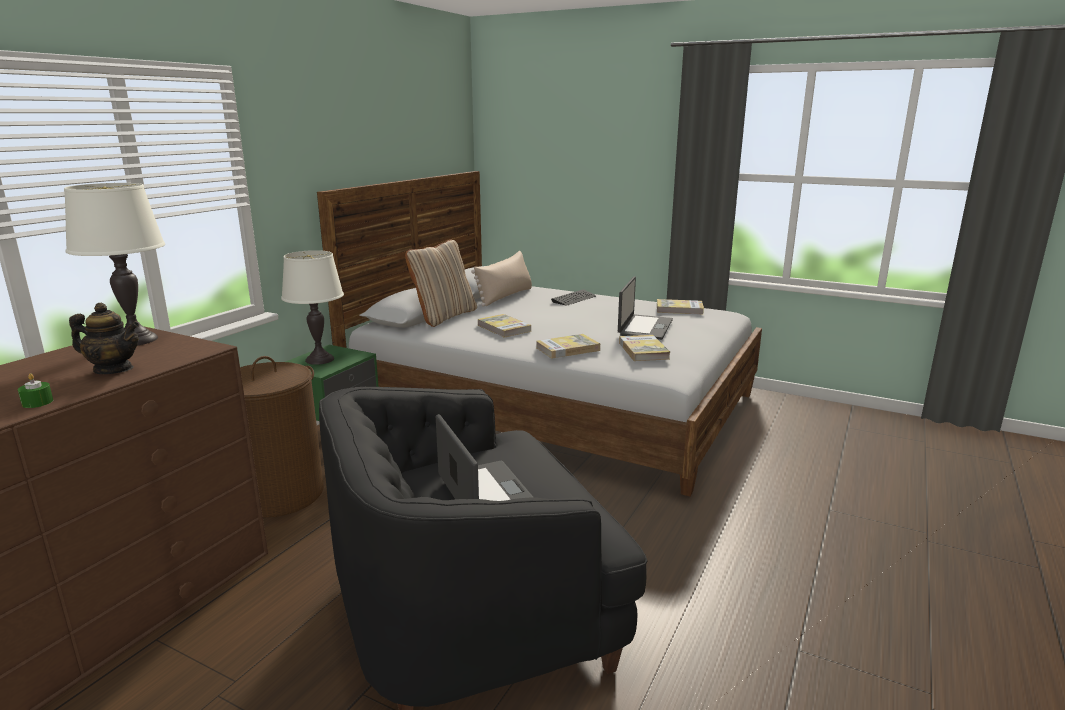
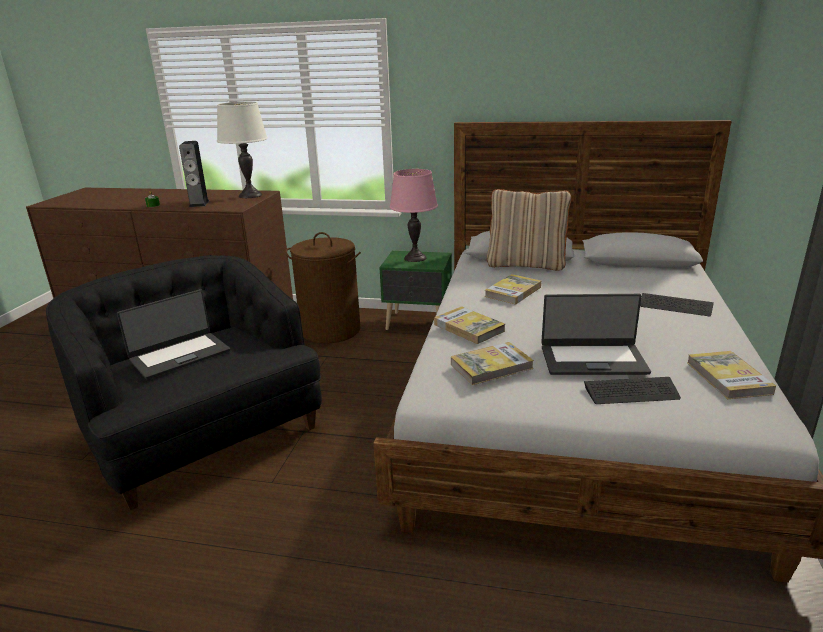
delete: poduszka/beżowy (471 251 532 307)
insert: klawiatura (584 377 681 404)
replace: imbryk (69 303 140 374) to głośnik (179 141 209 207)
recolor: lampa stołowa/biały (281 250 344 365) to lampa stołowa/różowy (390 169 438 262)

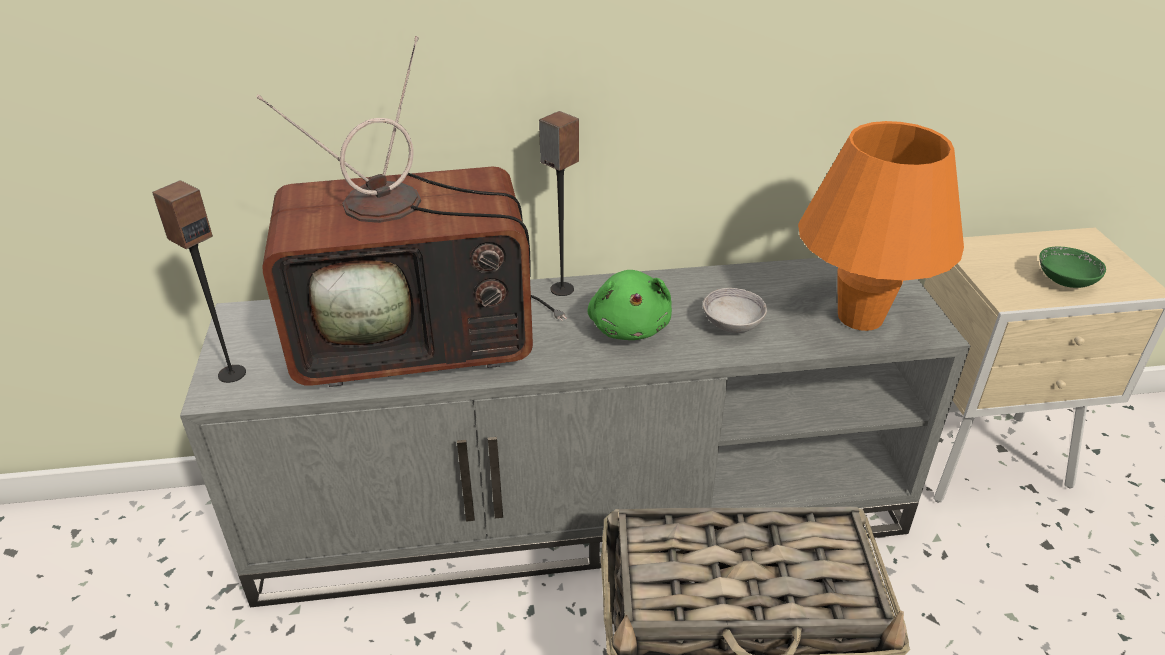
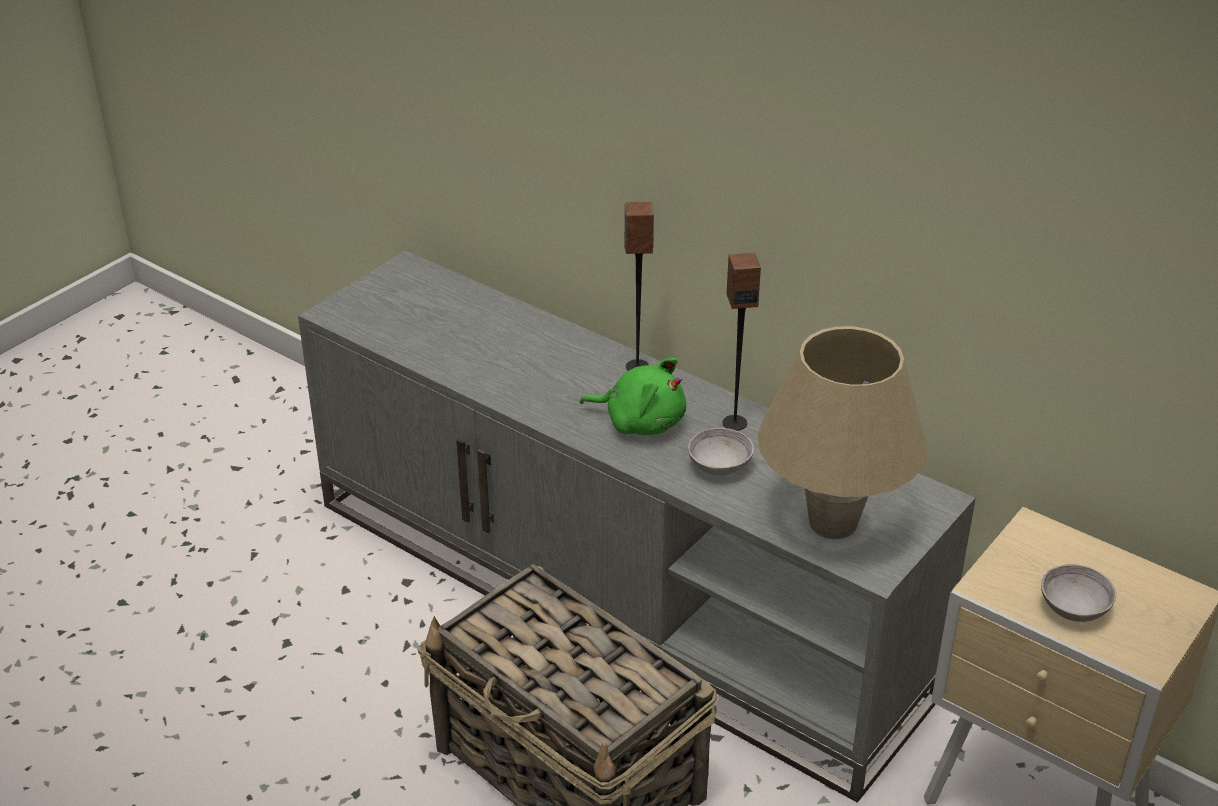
delete: telewizor (256 36 567 387)
move: głośnik (152 180 246 383) to (723 253 761 431)
recolor: lampa stołowa/pomarańczowy (798 121 964 331) to lampa stołowa/beżowy (757 326 928 539); miska/zielony (1040 247 1106 288) to miska/szary (1041 564 1116 622)
rotate: pluszak/zielony (587 270 672 340) = (580 358 686 435) 105 degrees counterclockwise

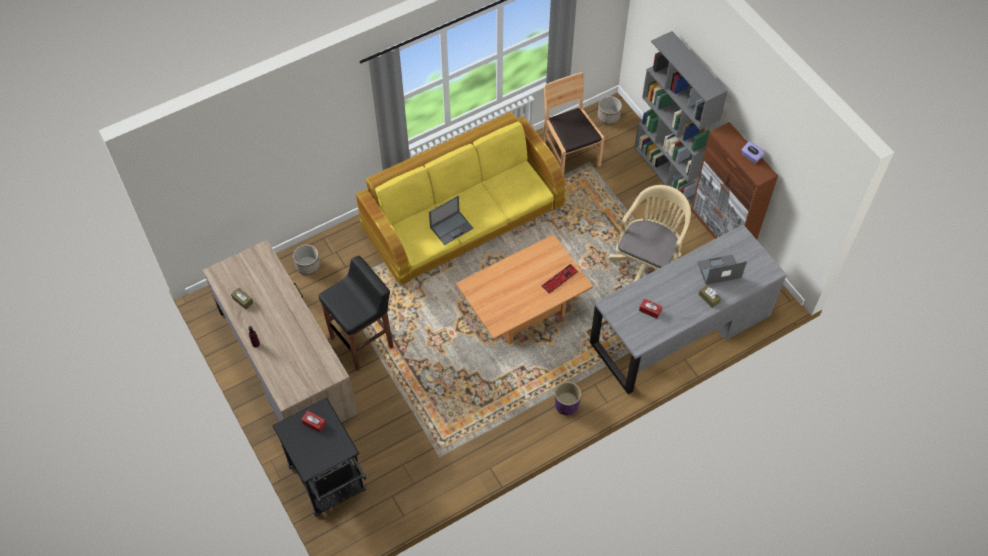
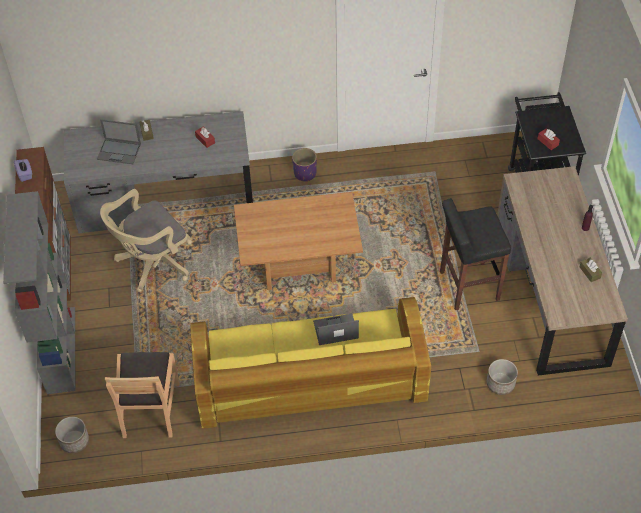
delete: klawiatura (541 264 578 293)

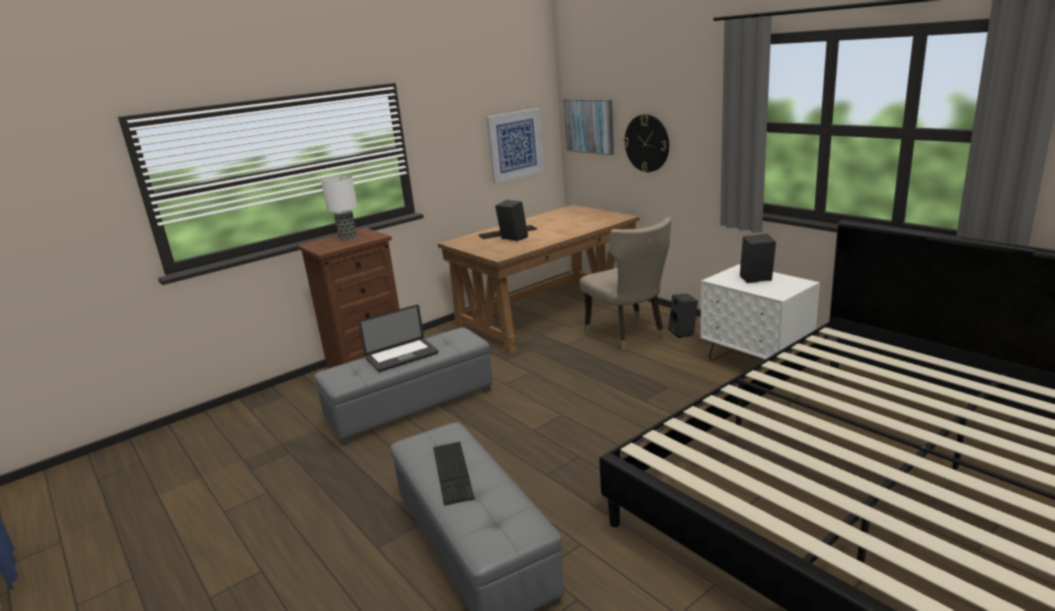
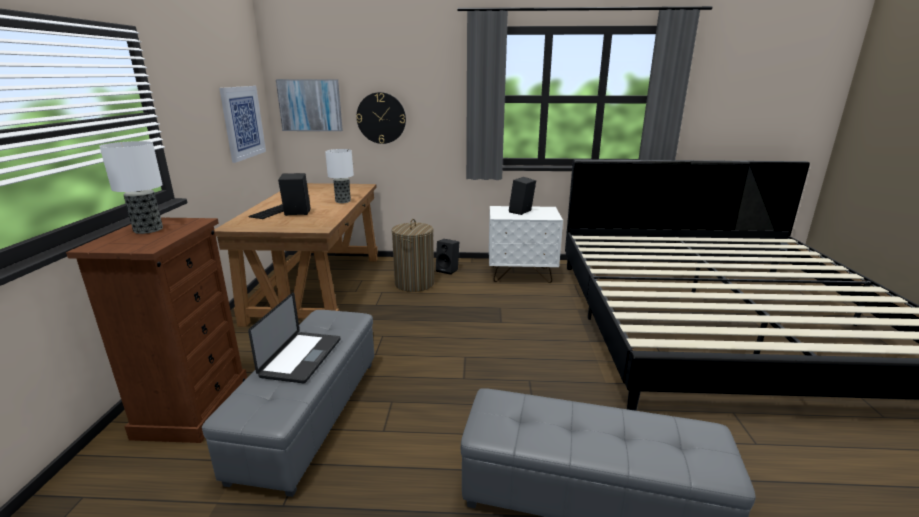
delete: klawiatura (433 442 475 506)
insert: lampa stołowa (325 149 354 203)
replace: krzesło/beżowy (580 217 671 351) to kosz na pranie (392 219 434 292)

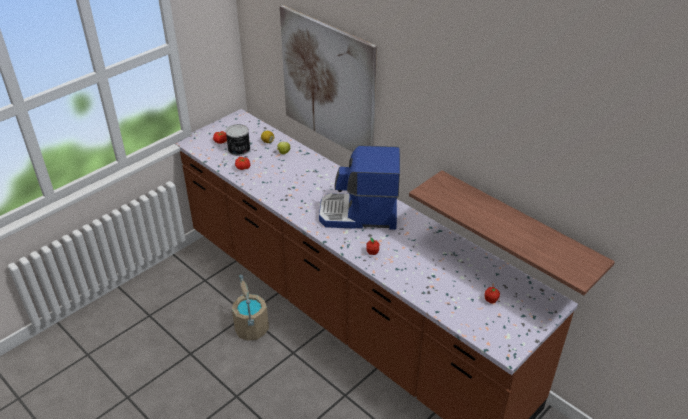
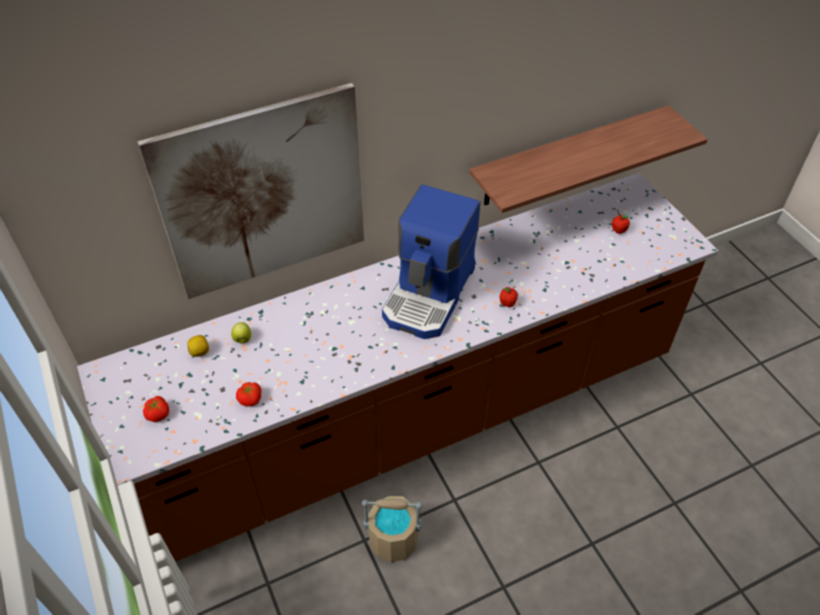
delete: puszka (226 124 251 156)

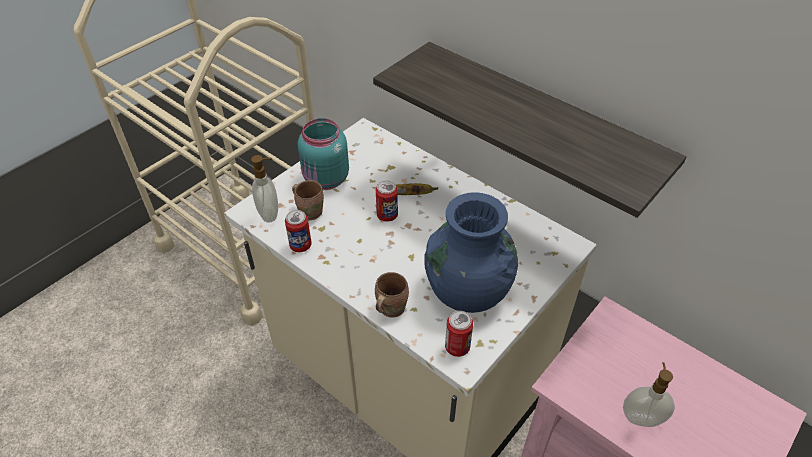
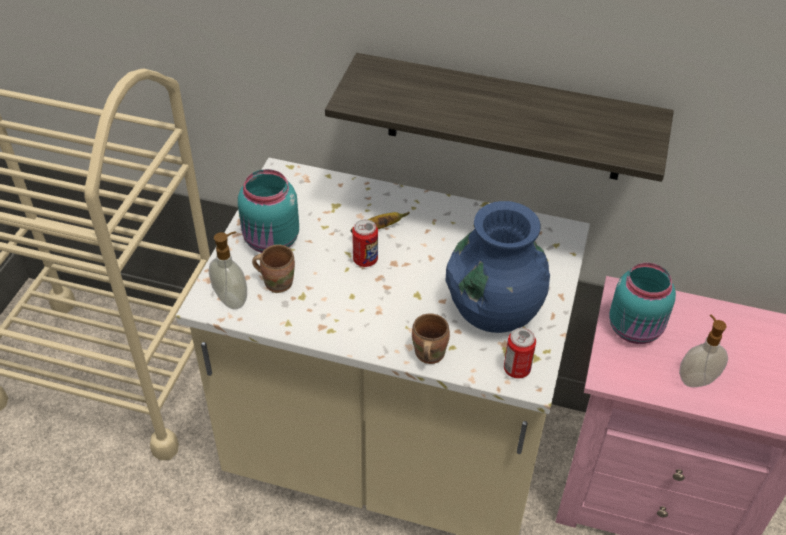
delete: puszka (285 210 312 252)
insert: słoik/turkusowy (609 263 676 344)

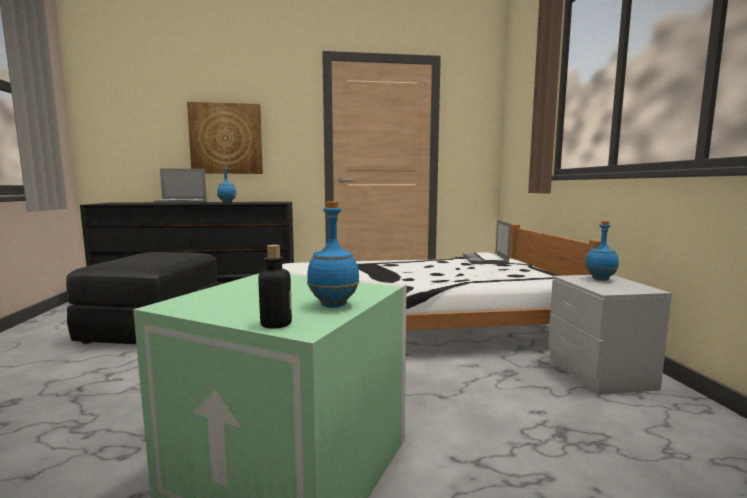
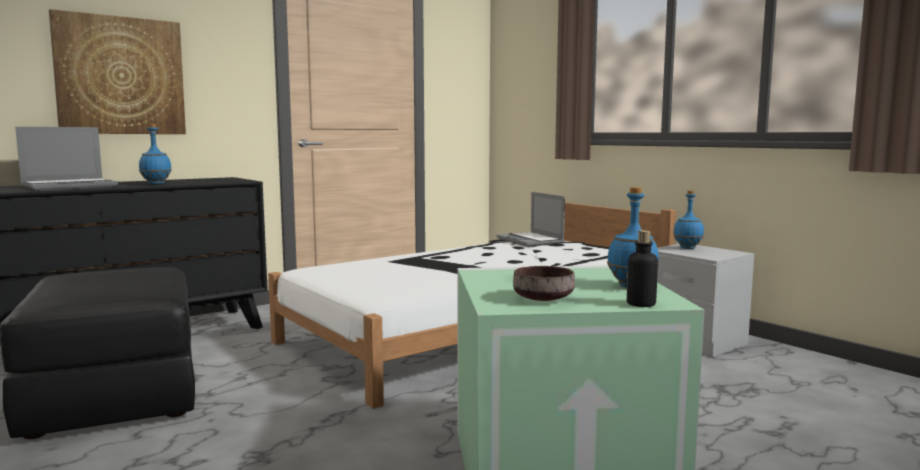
insert: miska/brązowy (513 266 575 301)

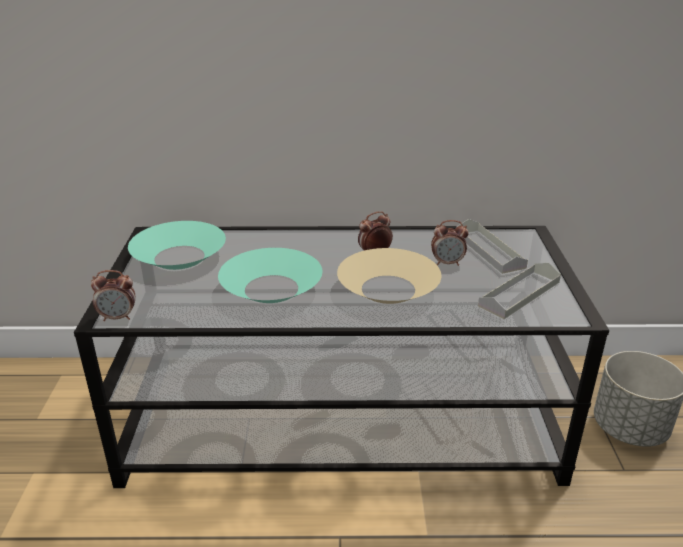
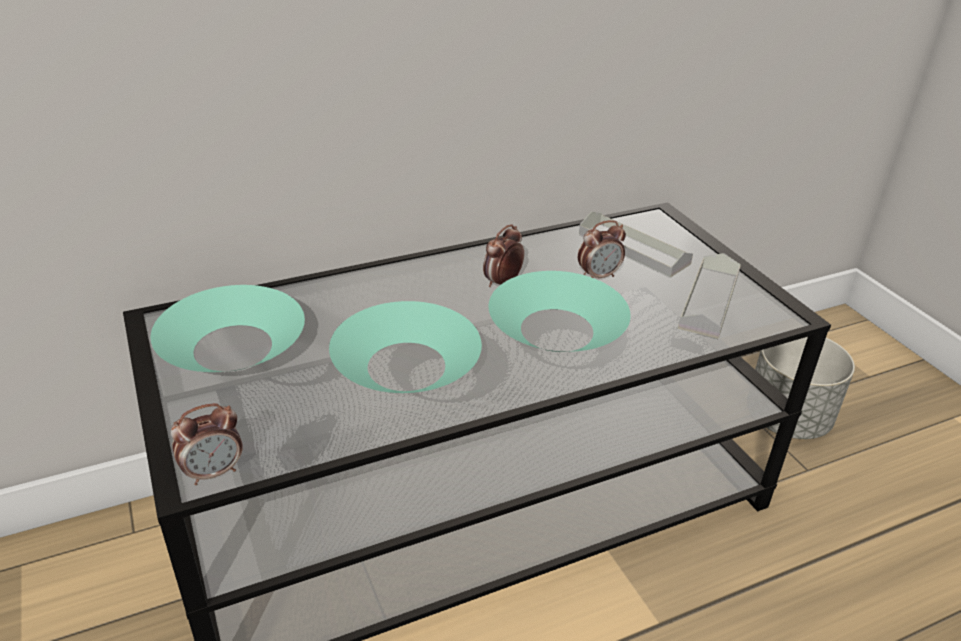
recolor: miska/beżowy (337 248 442 304) to miska/turkusowy (489 271 631 352)

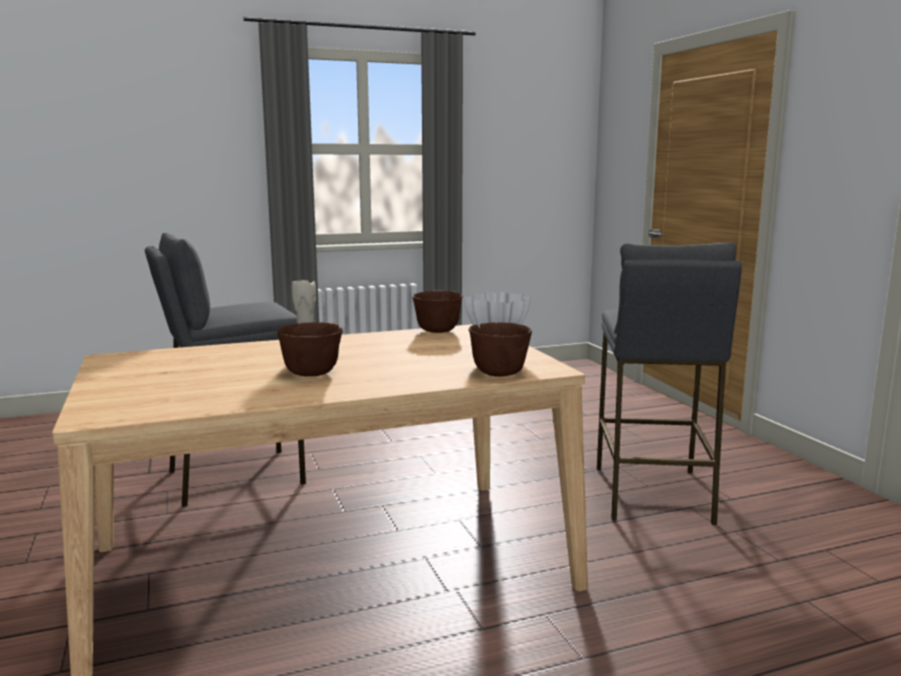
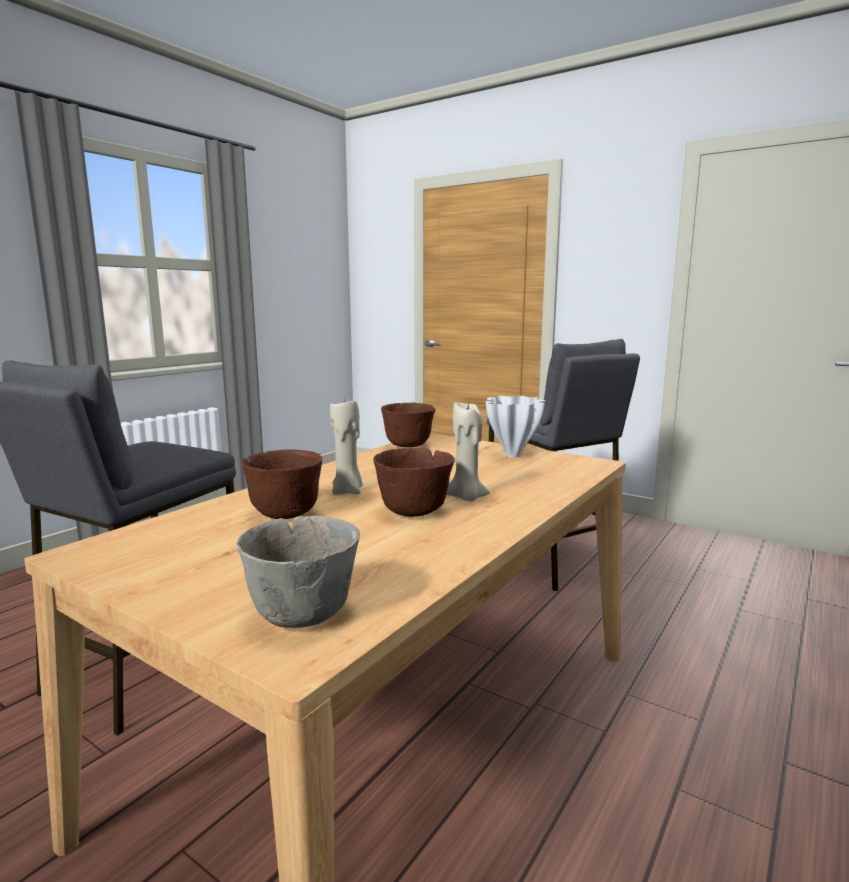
insert: miska/szary (236 516 360 628); świeca/beżowy (446 399 490 501)
move: miska/brązowy (468 322 532 377) to (241 449 322 519)

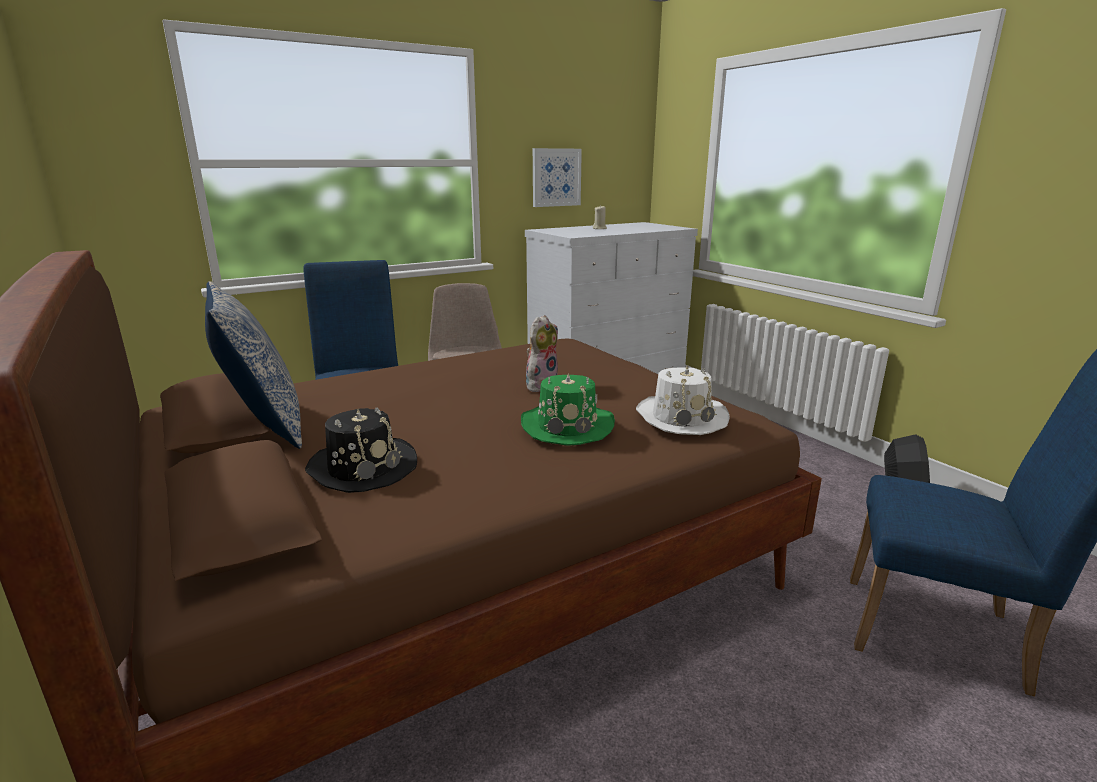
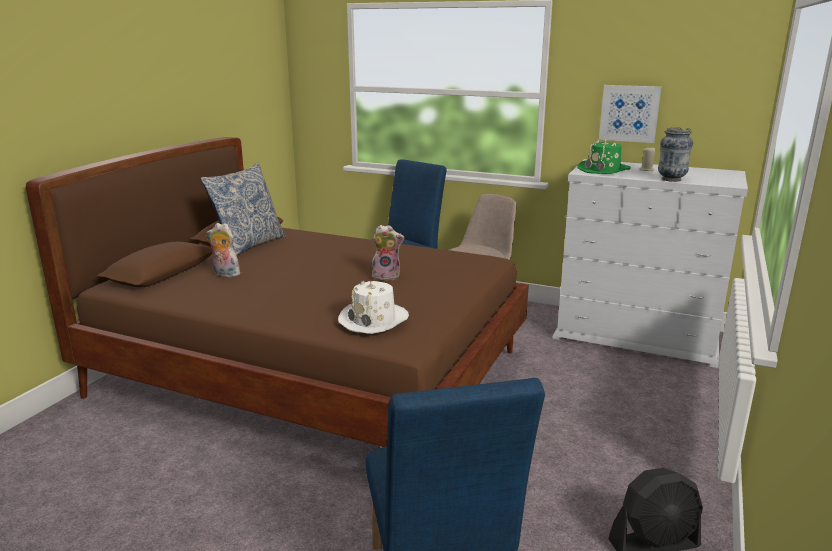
insert: wazon (658 127 693 182)
move: kapelusz/zielony (521 373 615 446) to (577 138 631 174)
replace: kapelusz/czarny (305 408 417 493) to pluszak (206 223 240 277)

